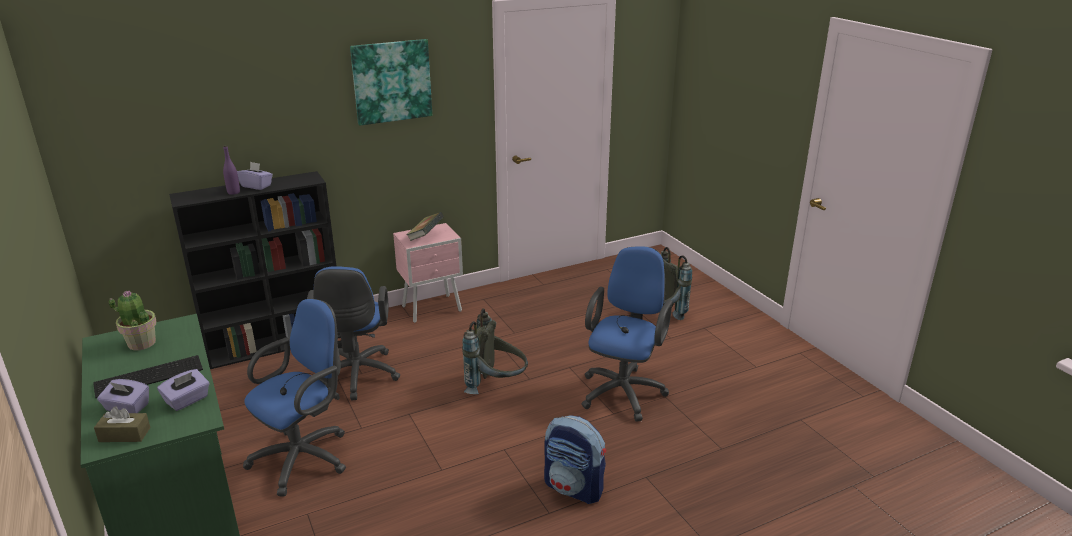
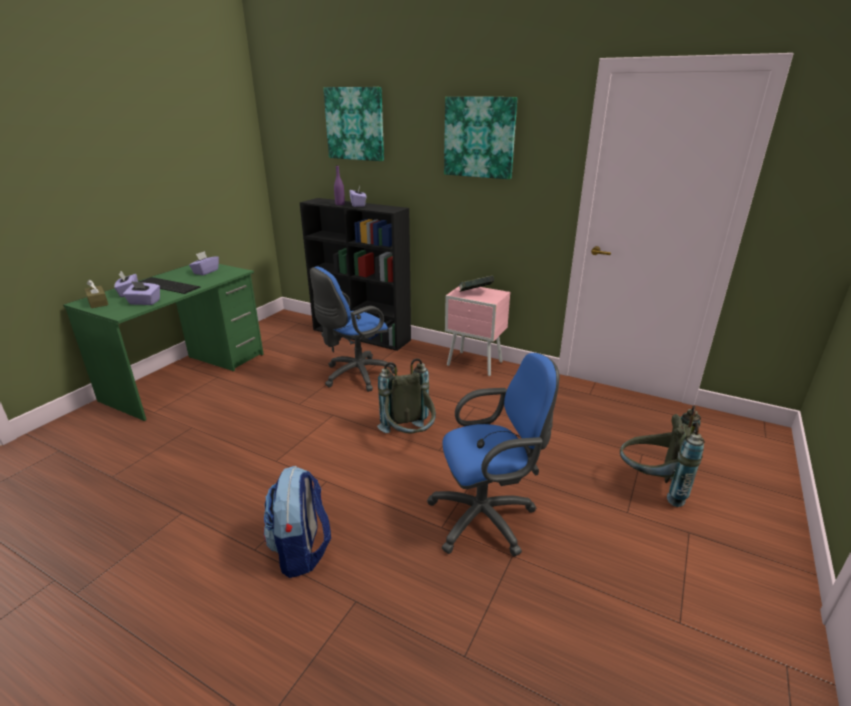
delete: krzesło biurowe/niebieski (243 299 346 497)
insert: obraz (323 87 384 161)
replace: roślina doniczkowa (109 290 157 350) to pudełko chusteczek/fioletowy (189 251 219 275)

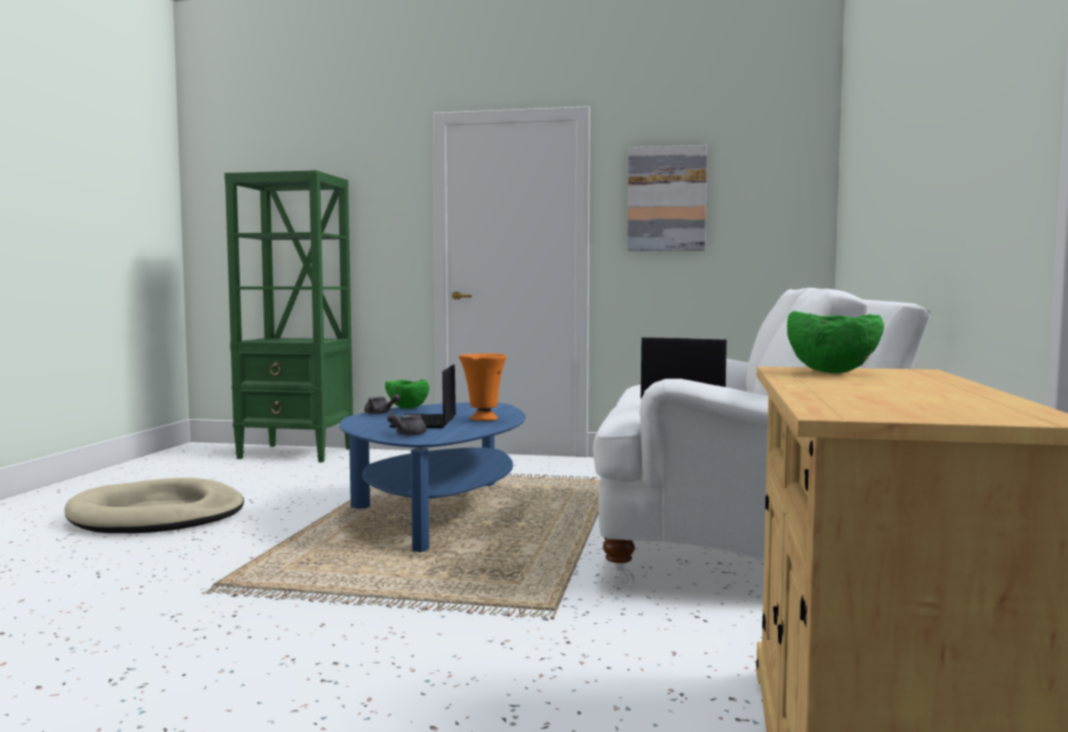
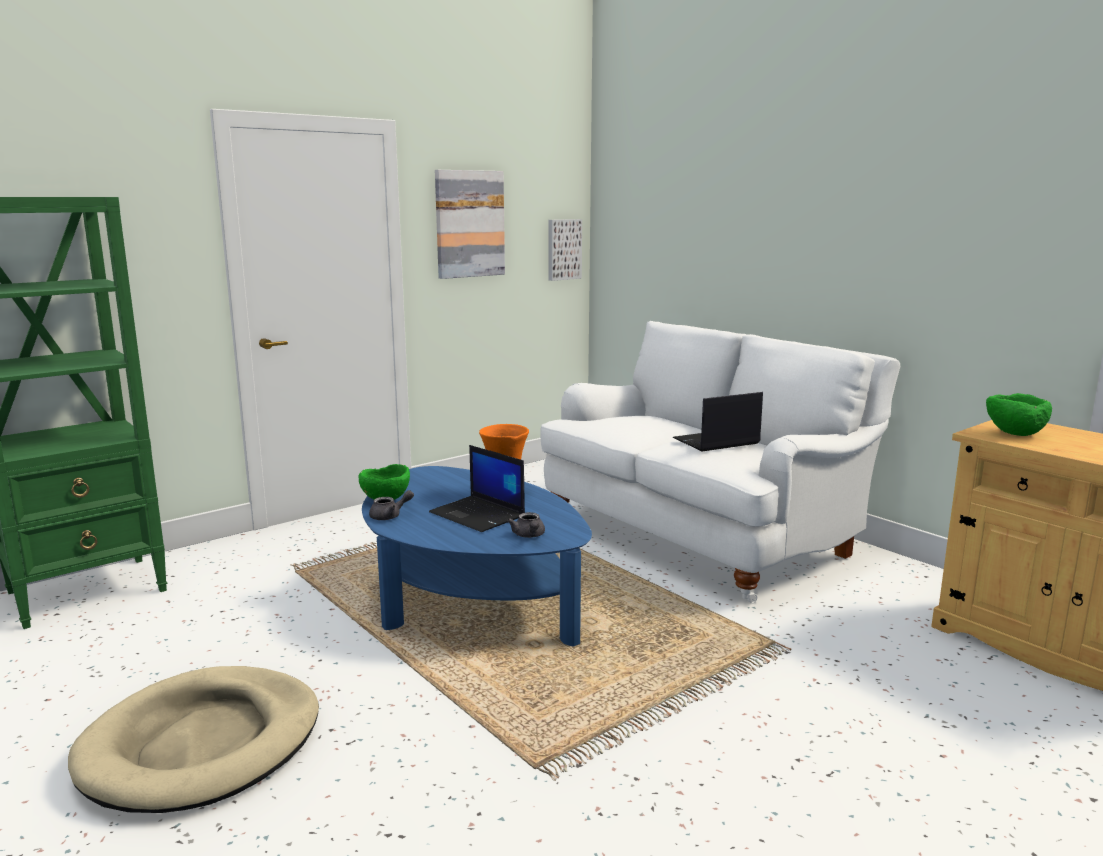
insert: obraz (549 219 582 281)

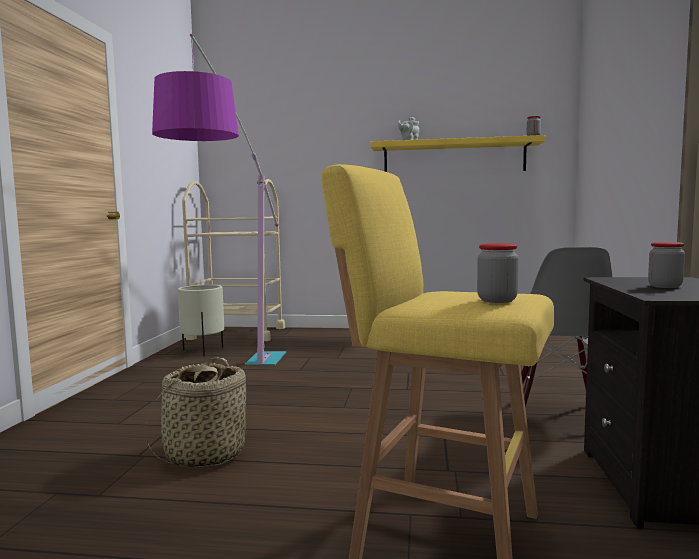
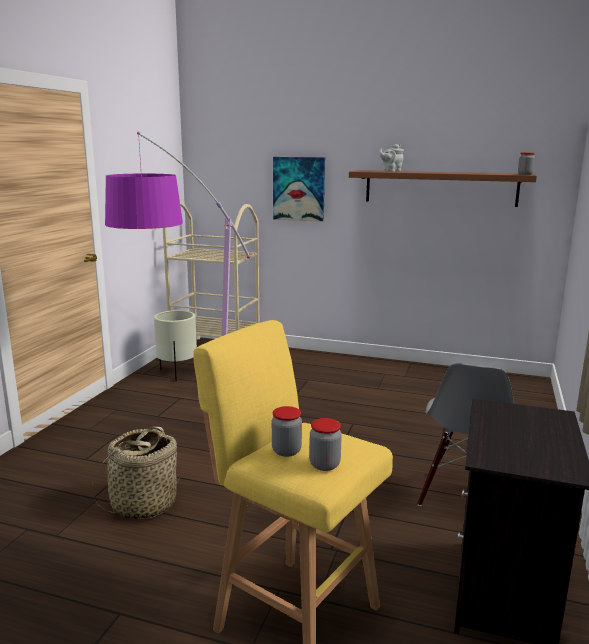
insert: obraz (273 157 325 222)
move: słoik (648 242 685 288) to (272 406 302 457)
recolor: półka/żółty (370 135 546 172) to półka/brązowy (349 170 537 207)

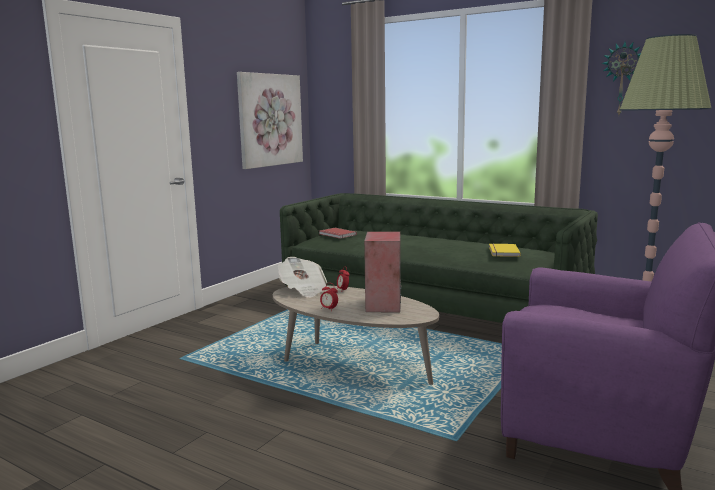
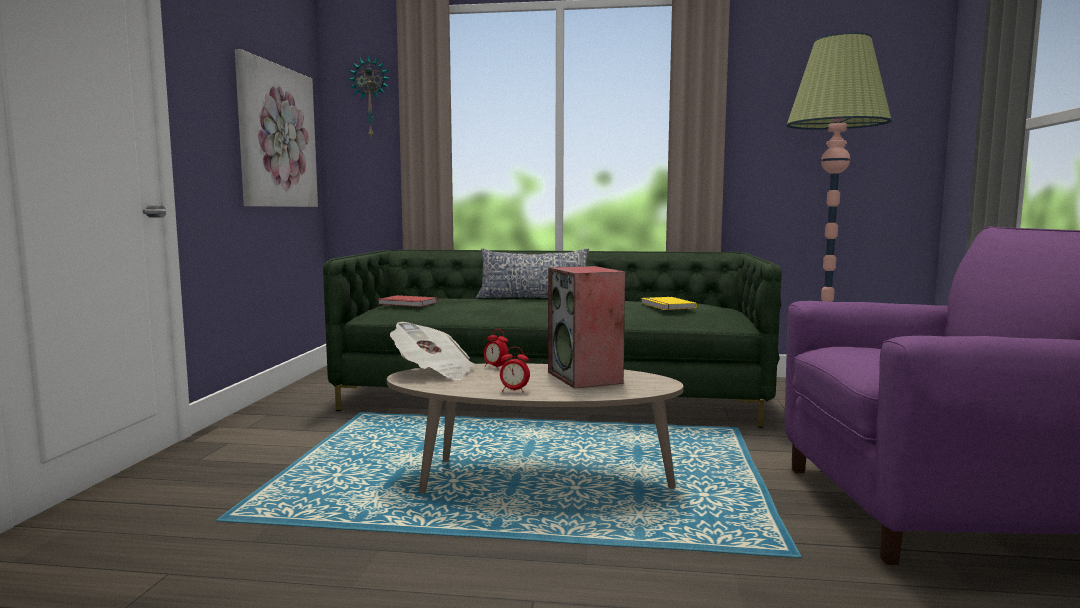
insert: poduszka (476 248 589 299)
move: zegar ścienny (602 42 641 115) to (348 55 391 137)

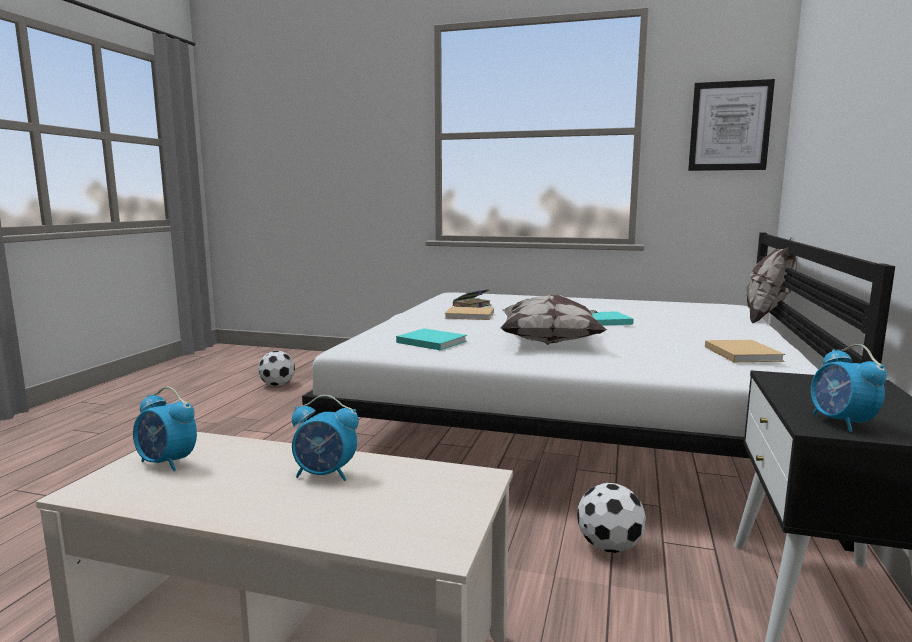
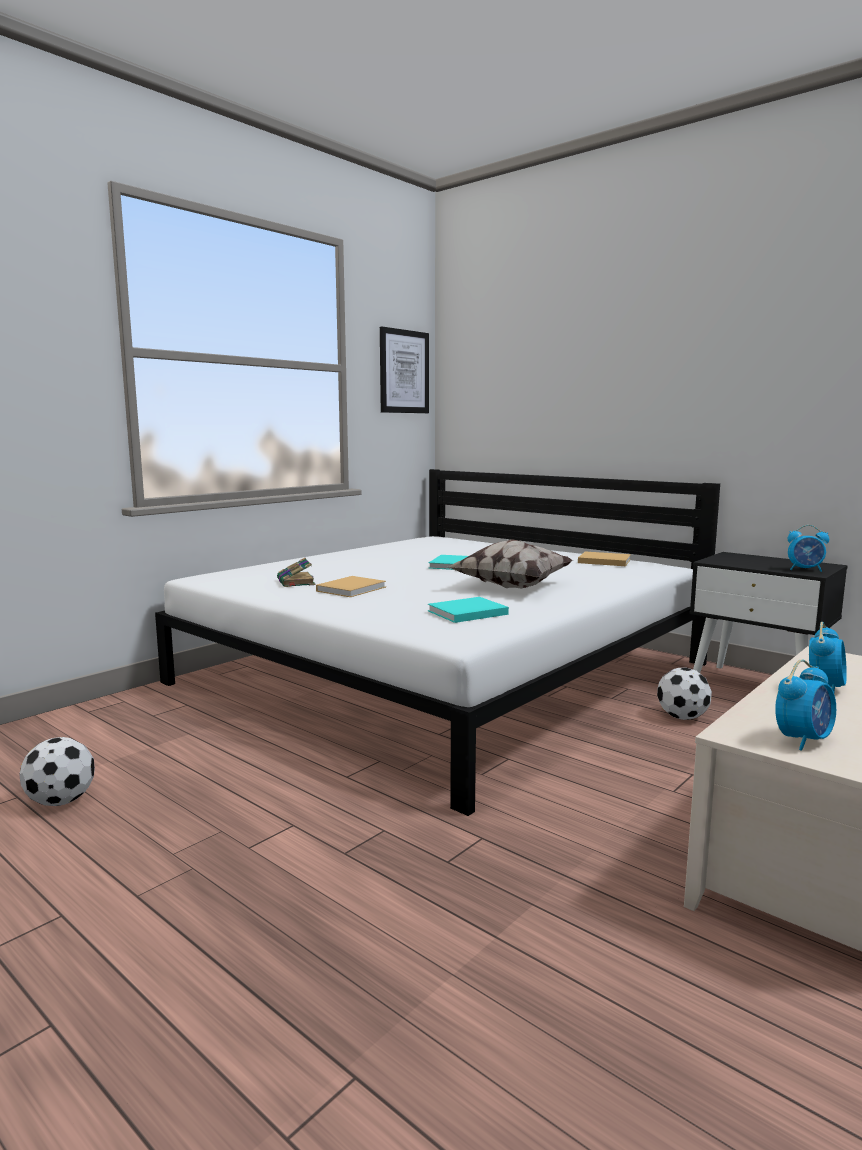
delete: poduszka (746 237 797 324)

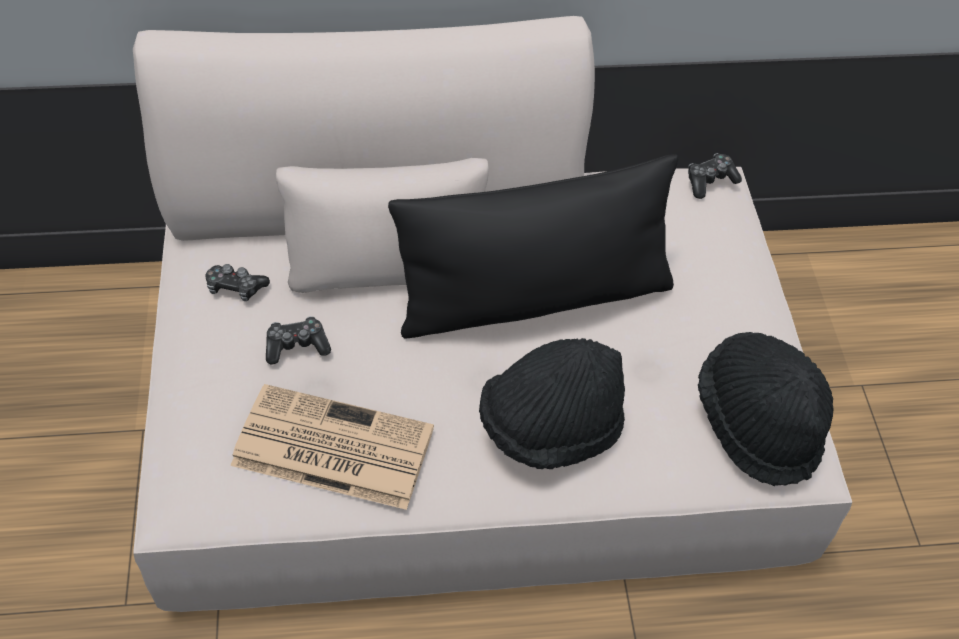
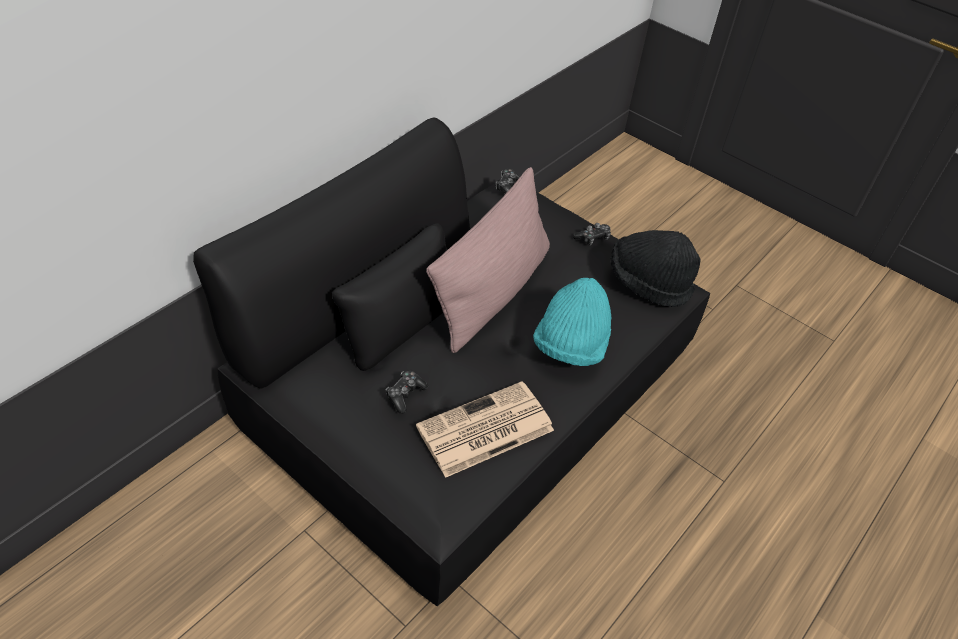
move: pad do gier (205 264 270 301) to (573 223 611 246)
recolor: kanapa/beżowy (133 16 852 612) to kanapa/czarny (193 117 710 606); poduszka/czarny (388 154 678 338) to poduszka/różowy (426 167 550 353); kapelusz/czarny (479 338 625 469) to kapelusz/turkusowy (533 278 612 366)

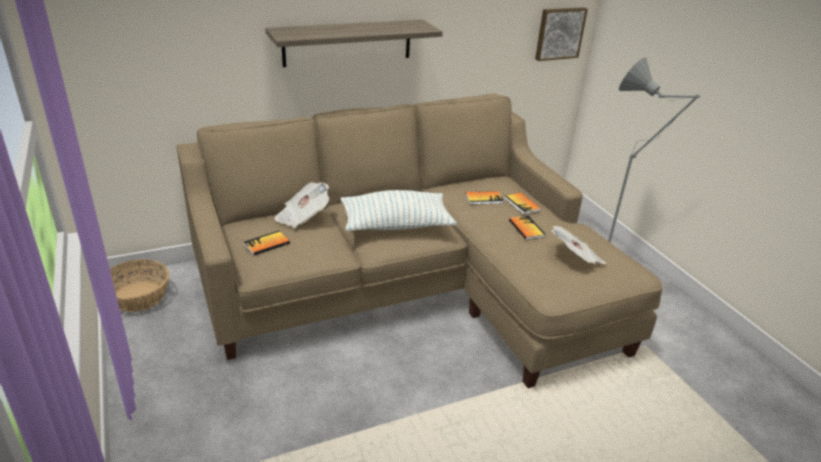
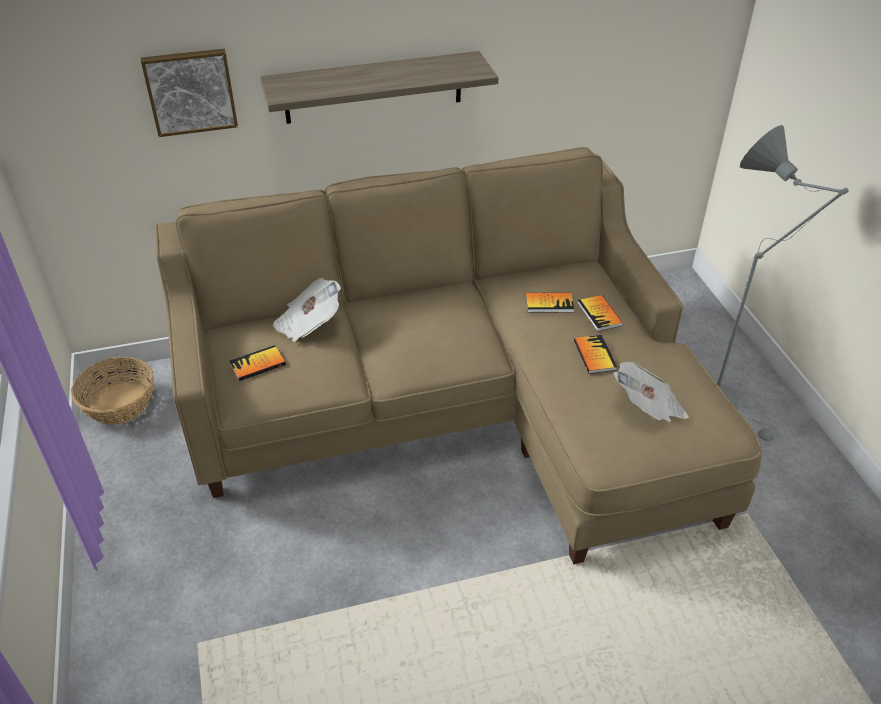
delete: poduszka (341 190 457 231)
move: obraz (535 7 588 61) to (141 49 238 137)

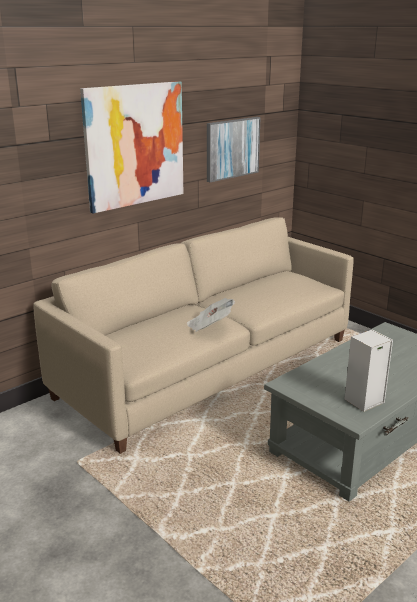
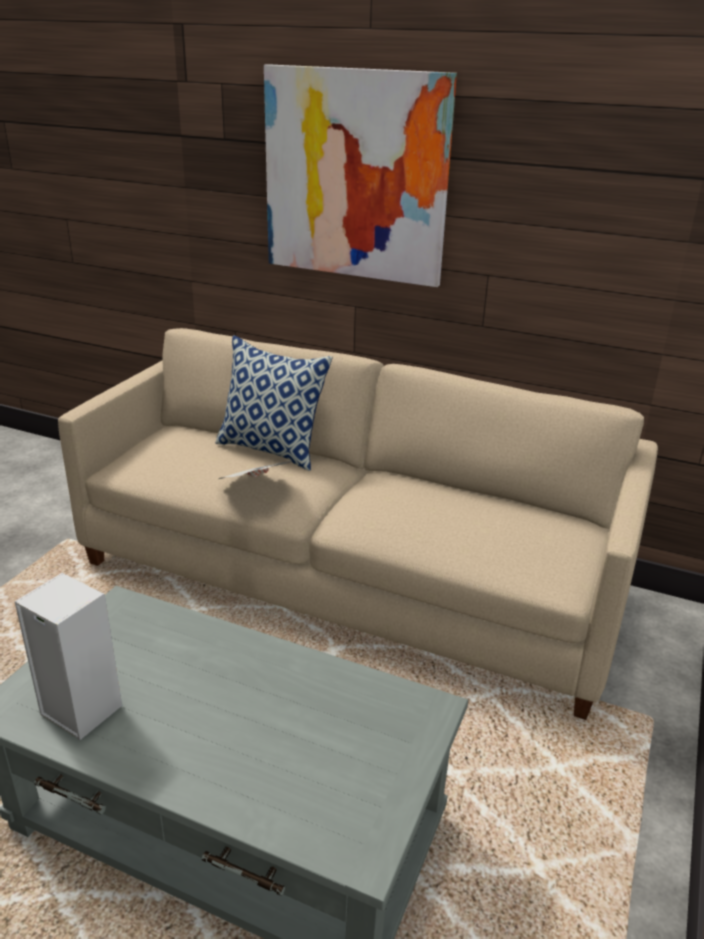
delete: obraz (207 117 261 182)
insert: poduszka (216 335 333 471)

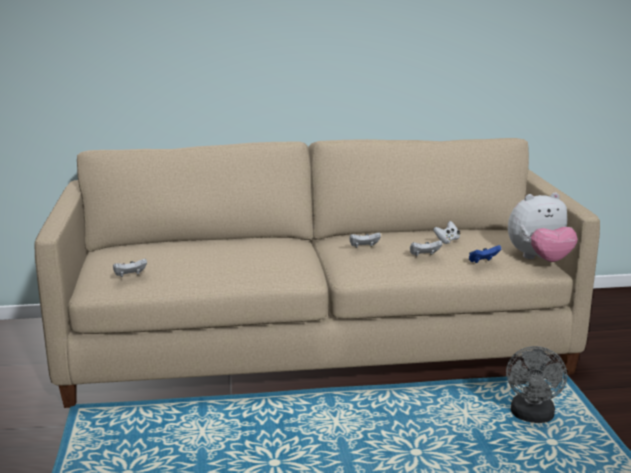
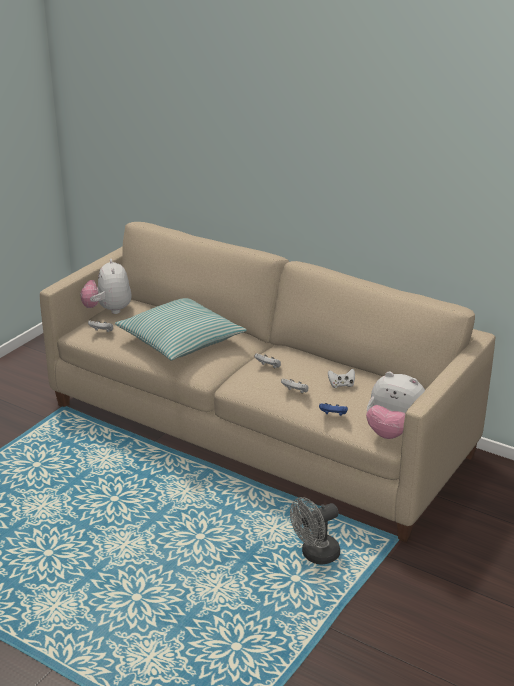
insert: pluszak (80 259 131 314); poduszka (115 298 247 360)

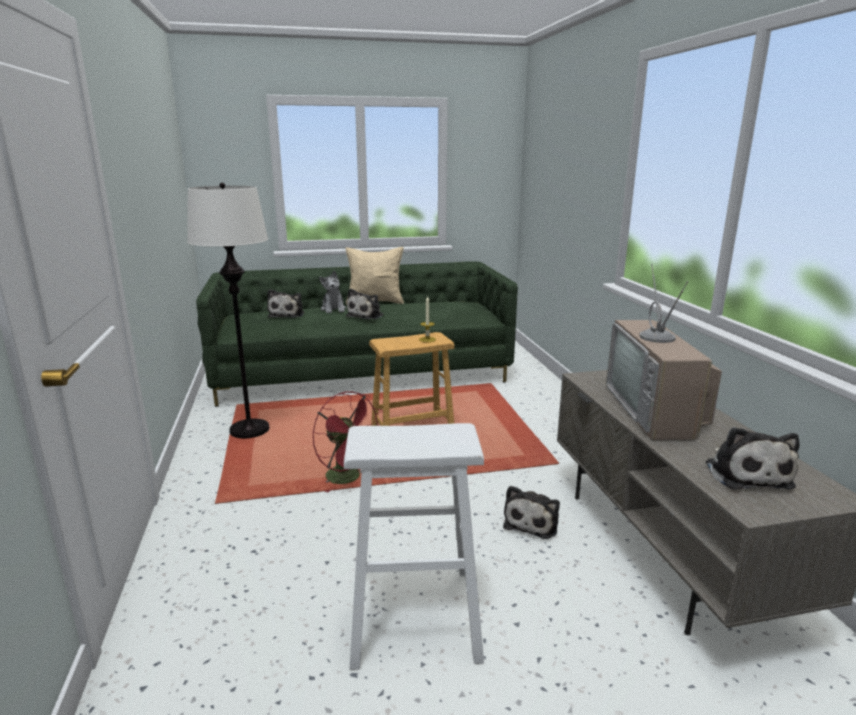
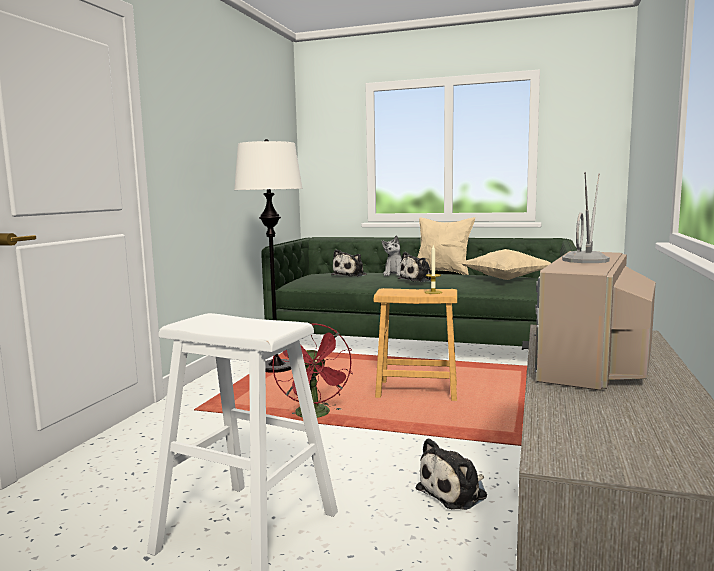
delete: pluszak (706 427 799 490)
insert: poduszka/beżowy (461 249 551 280)

